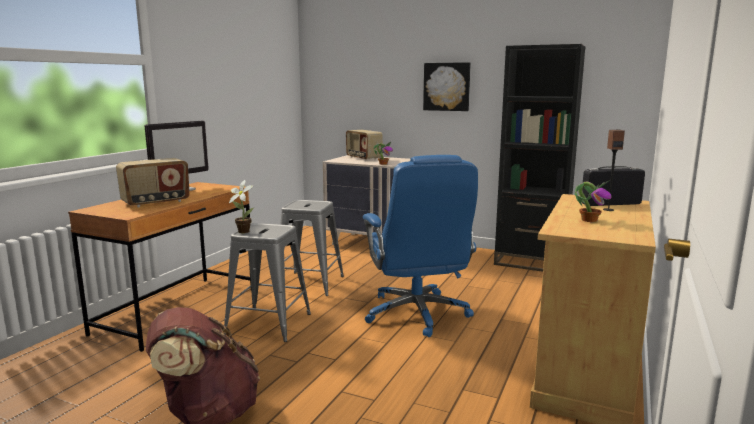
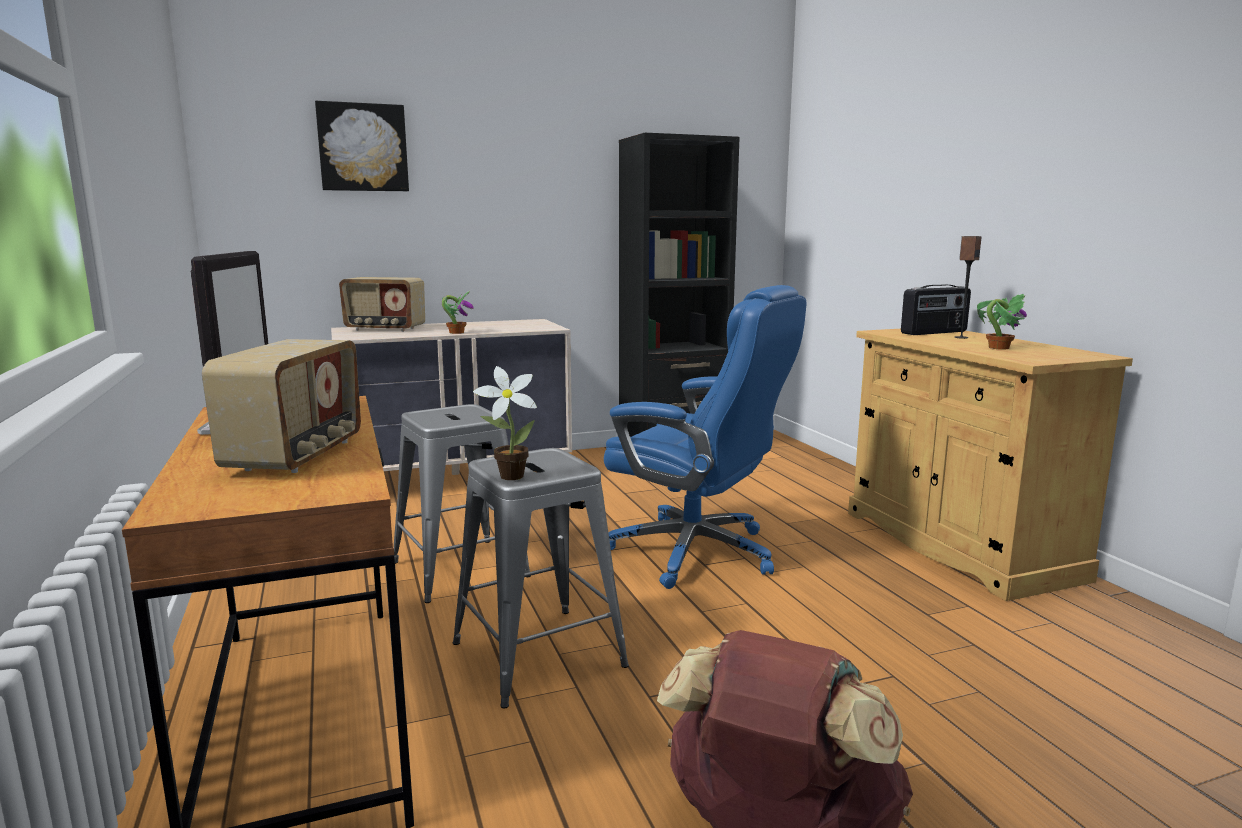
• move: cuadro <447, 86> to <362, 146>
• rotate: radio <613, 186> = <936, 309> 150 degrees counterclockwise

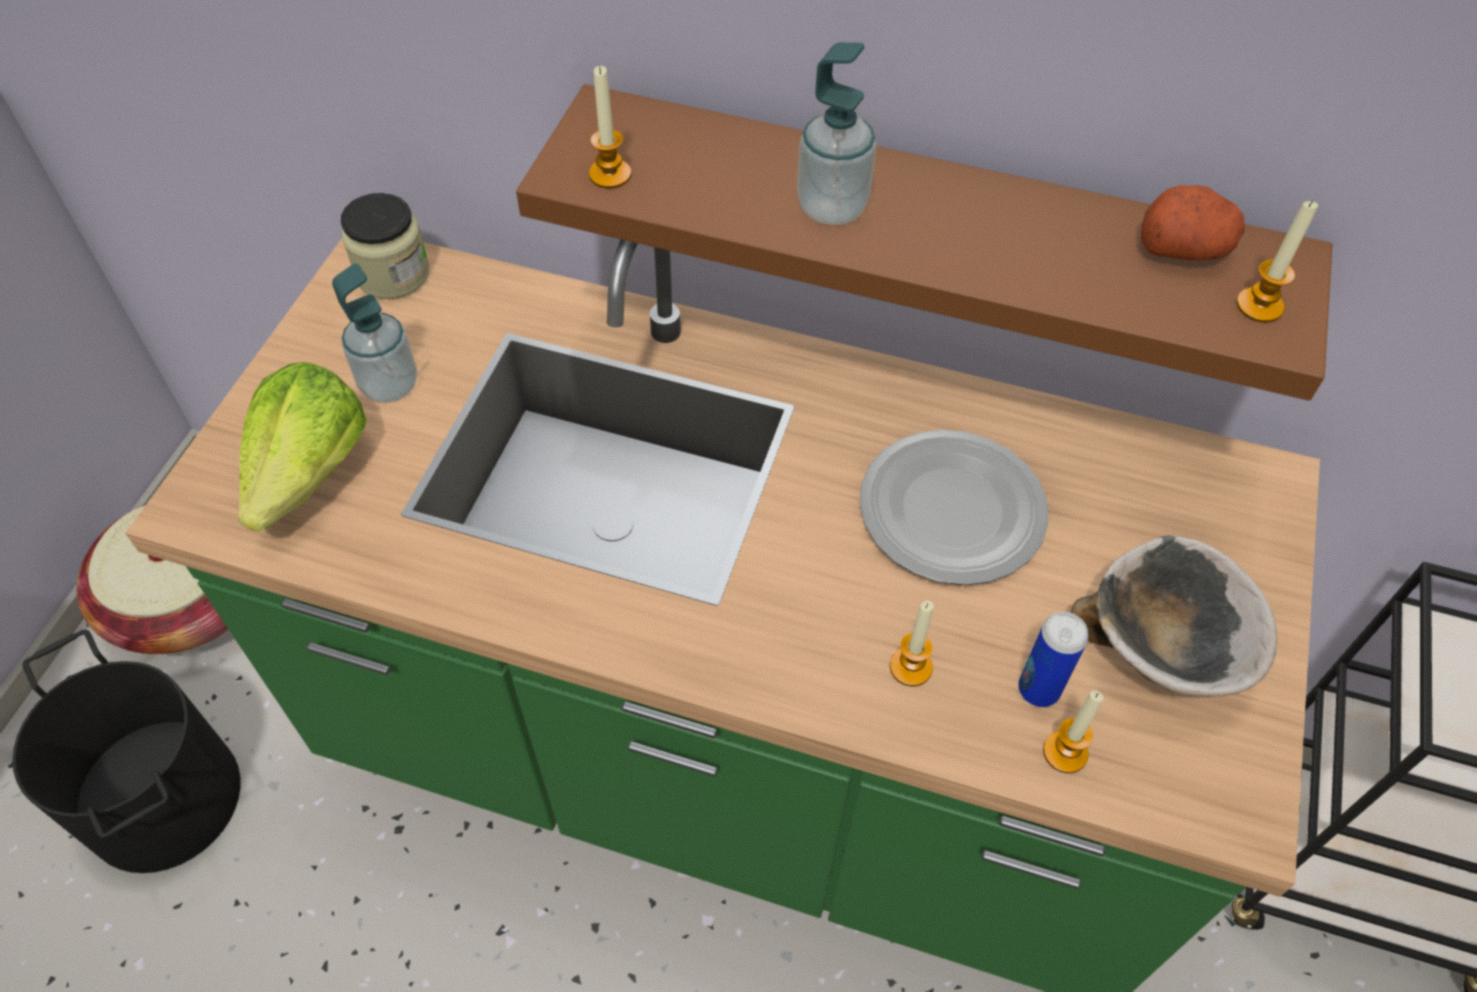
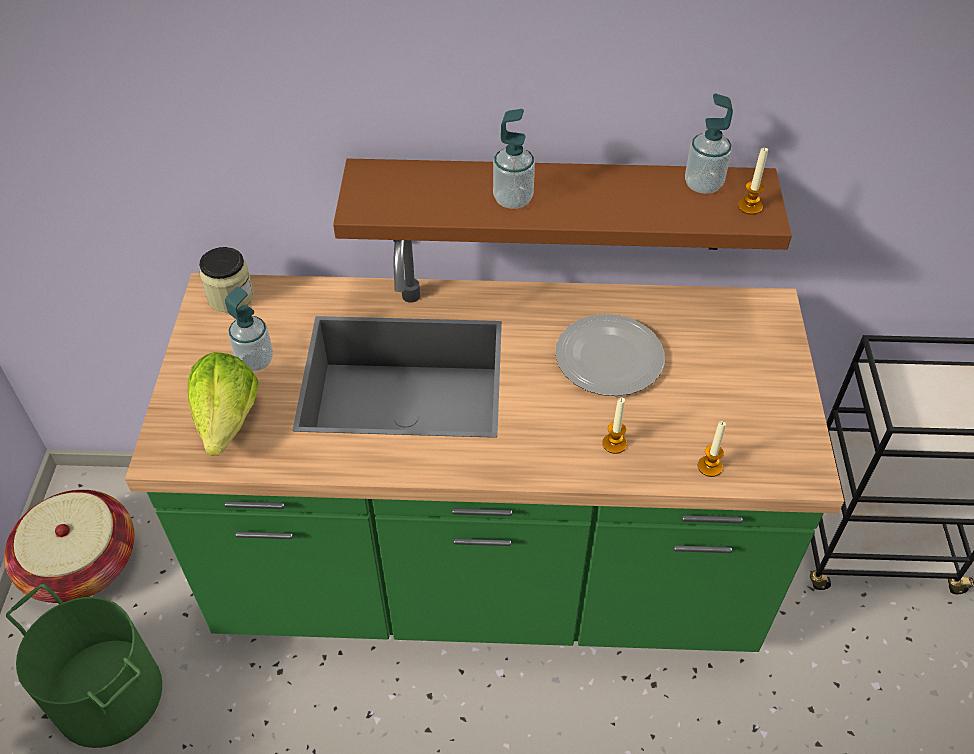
• recolor: cubo [negro] <126, 751> to cubo [verde] <84, 666>
• delete: vela <610, 127>
• delete: lata <1053, 659>
• delete: cuenco <1173, 616>
• replace: patata <1193, 222> to dispensador de jabón <709, 143>

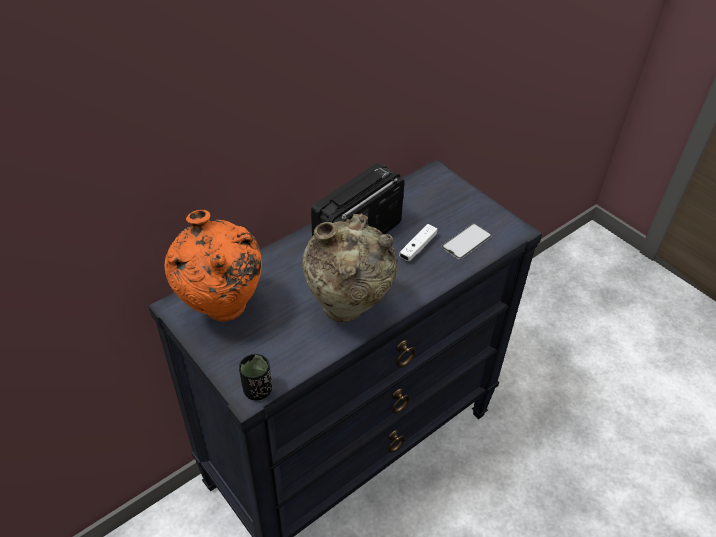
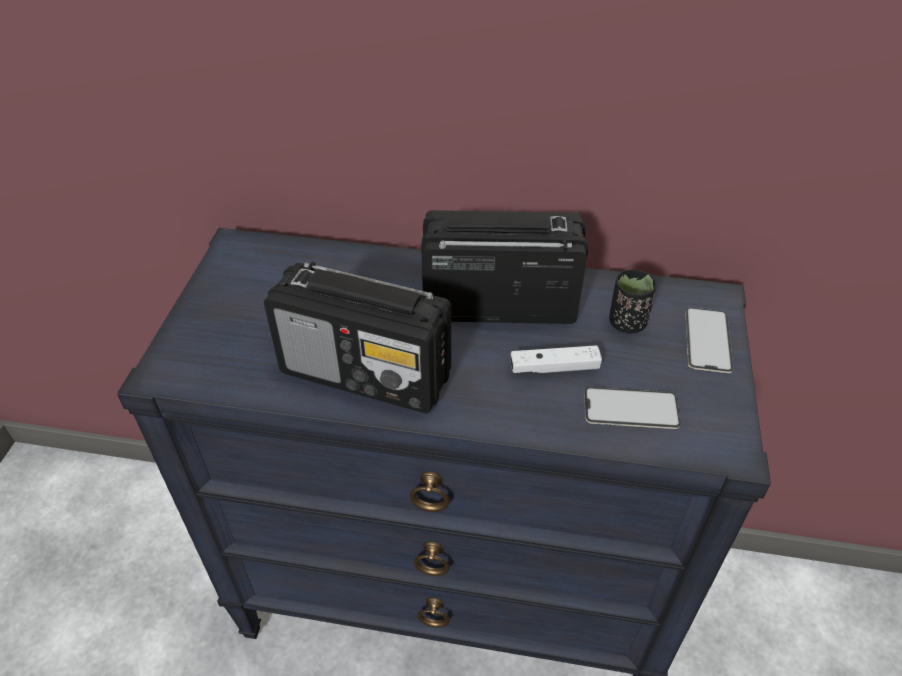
• delete: florero [naranja] <213, 265>
• move: taza [negro] <255, 377> to <633, 301>
• replace: florero [beis] <350, 267> to radio <357, 337>
• insert: móvil <709, 340>

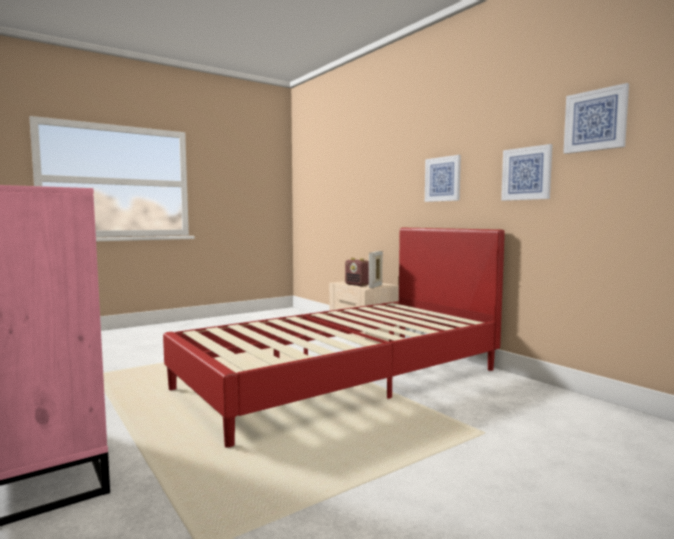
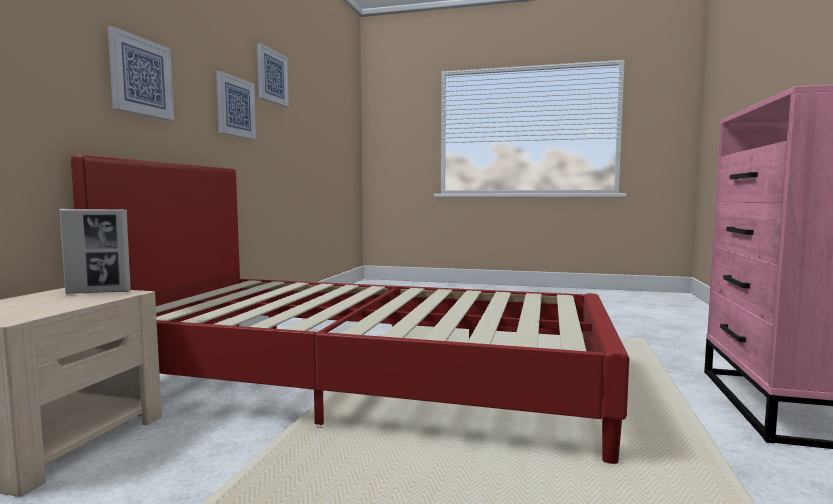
• delete: radio <357, 272>

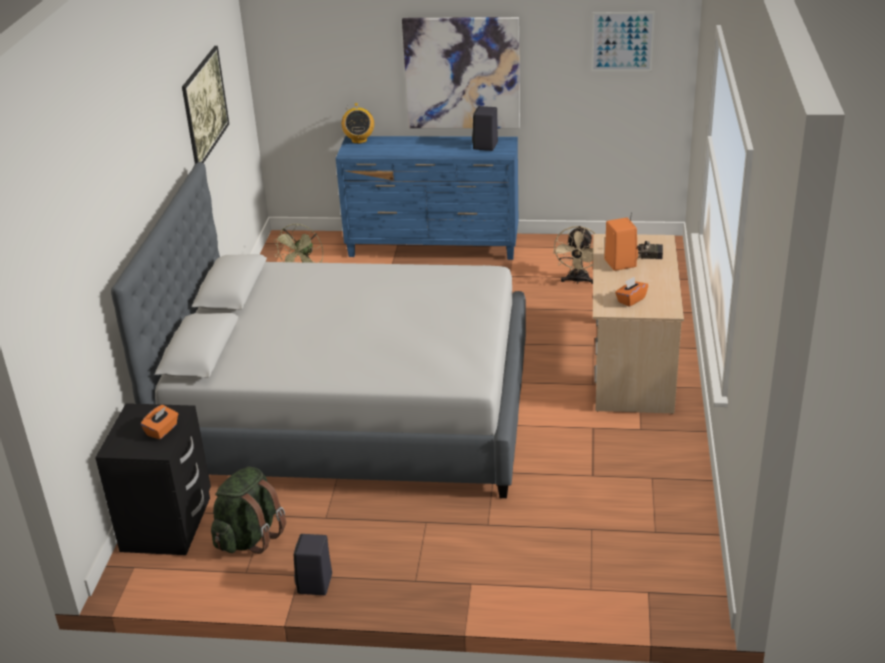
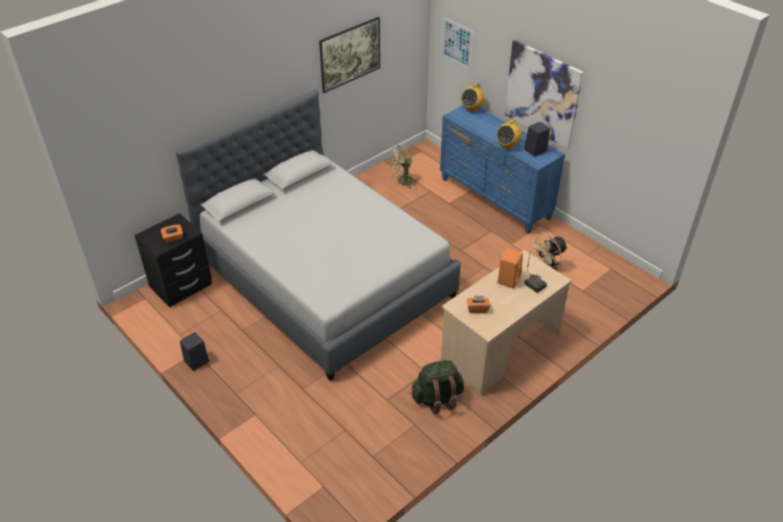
• move: mochila [verde] <248, 510> to <437, 387>
• move: cuadro <623, 41> to <457, 43>
• insert: radio <508, 135>

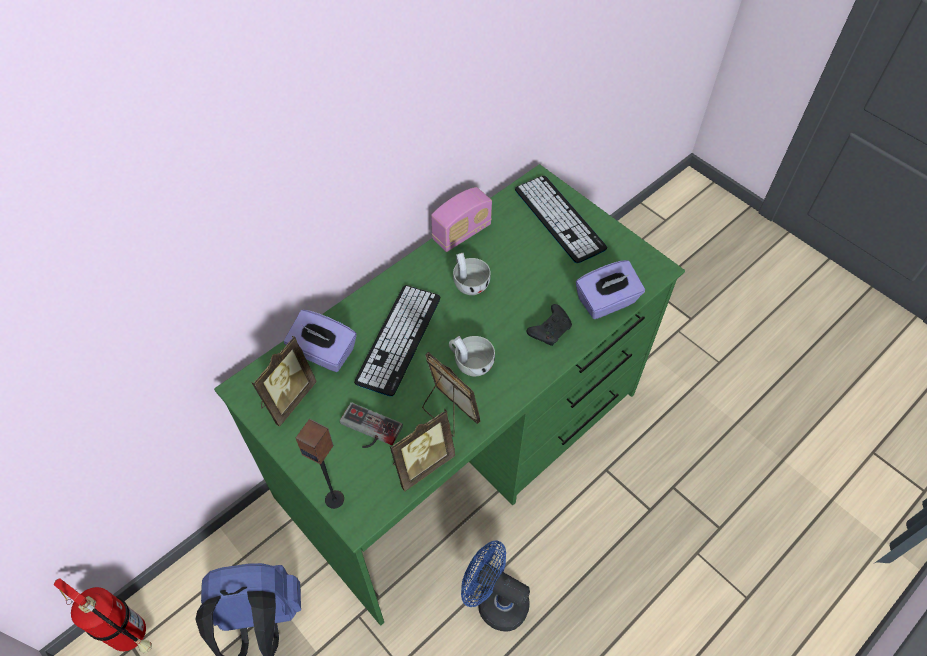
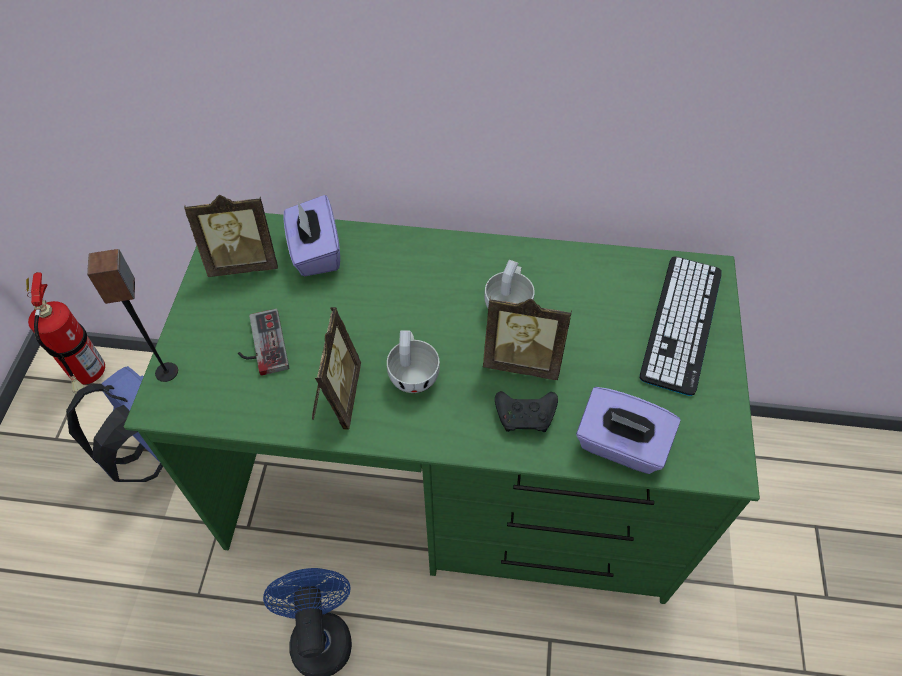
• delete: teclado <397, 341>
• move: portarretratos <422, 450> to <527, 338>
• delete: radio <461, 219>

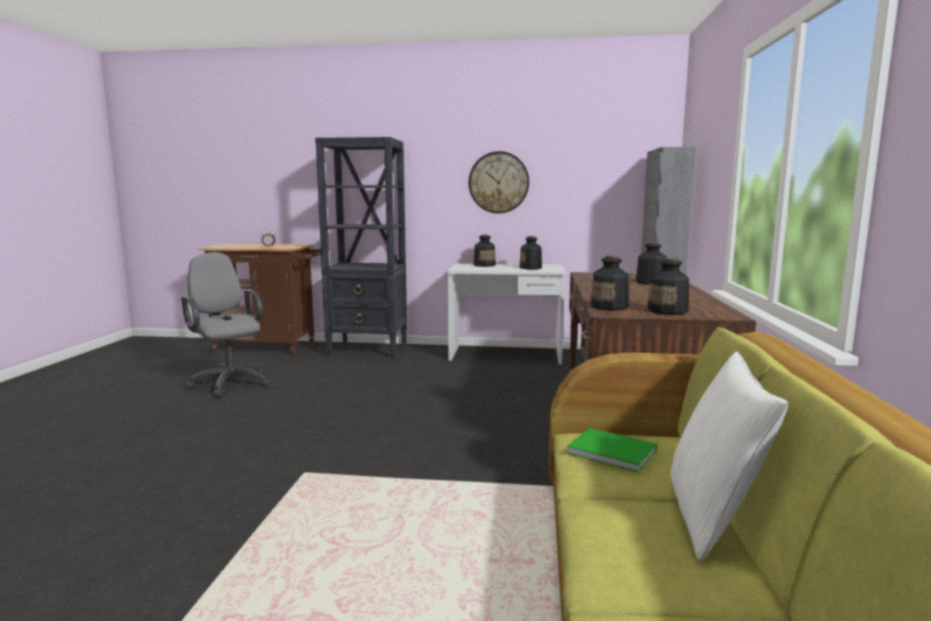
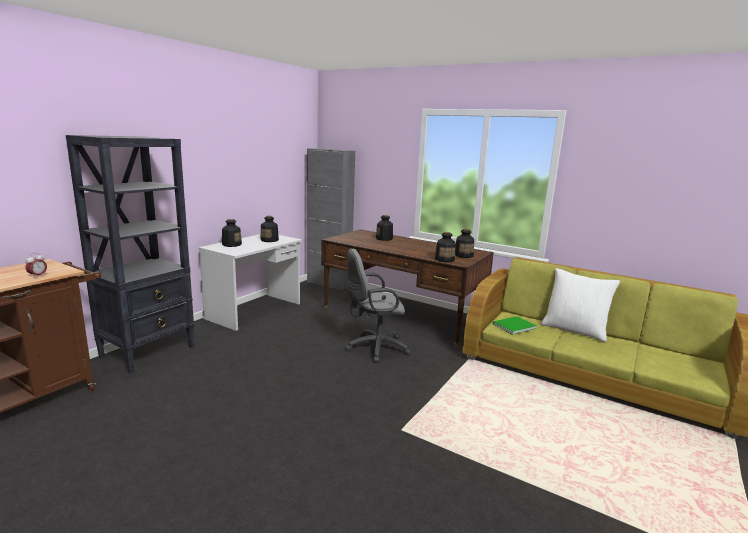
• move: silla de oficina [gris] <226, 324> to <378, 306>
• delete: reloj de pared <499, 182>

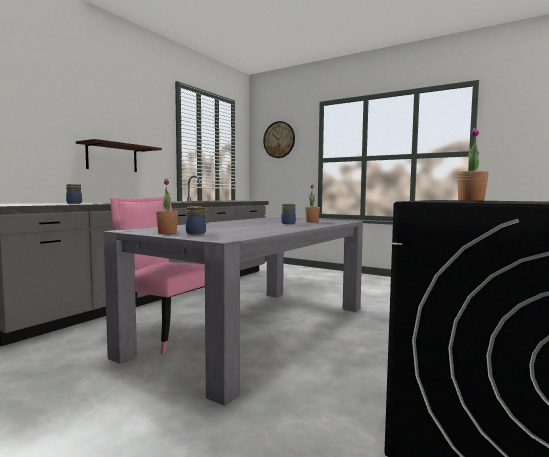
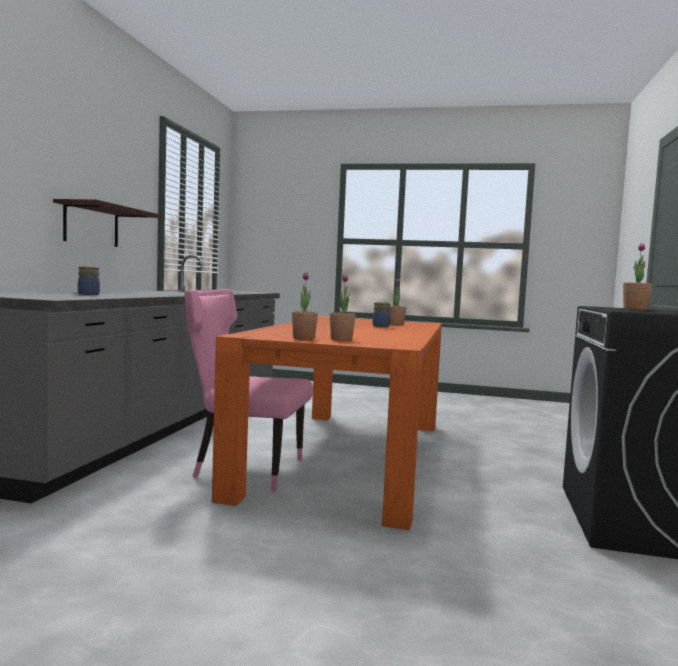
• recolor: mesa de comedor [gris] <233, 311> to mesa de comedor [naranja] <327, 423>
• replace: tarro <197, 220> to planta en maceta <342, 307>
• delete: reloj de pared <279, 139>

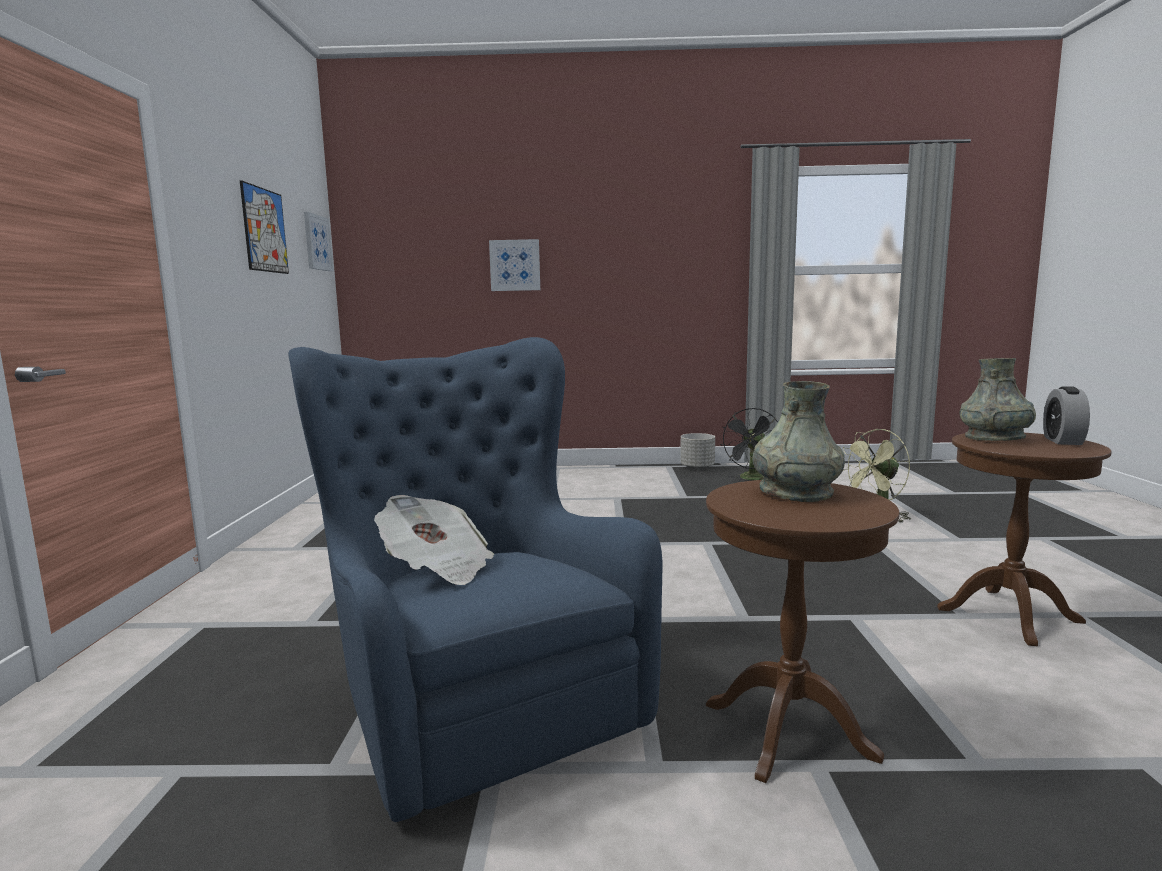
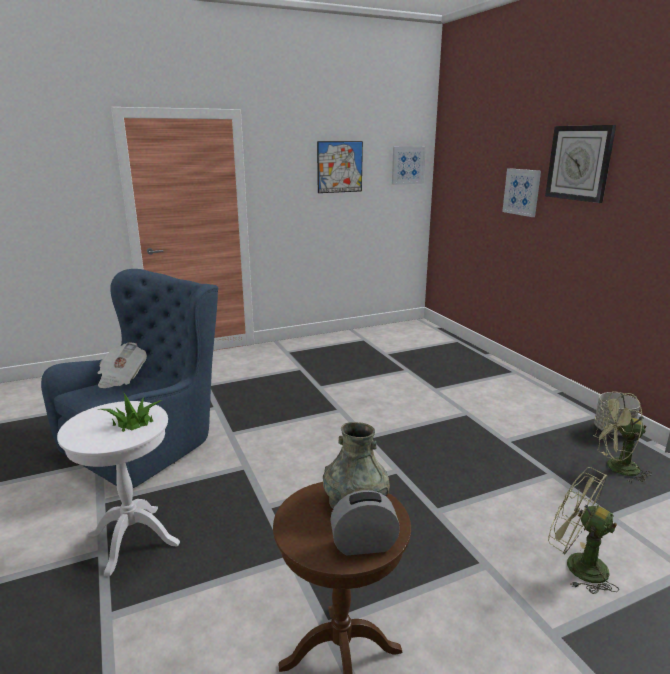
• recolor: mesa auxiliar [marrón] <803, 631> to mesa auxiliar [blanco] <118, 488>
• recolor: ventilador [negro] <749, 444> to ventilador [verde] <623, 437>
• replace: florero [gris] <799, 441> to planta en maceta <131, 412>
• insert: reloj de pared <580, 164>

